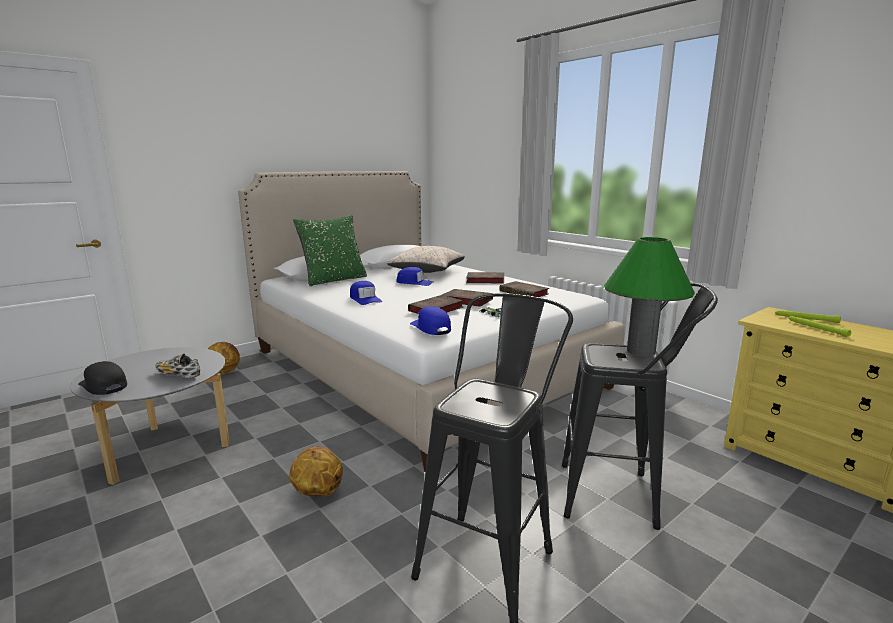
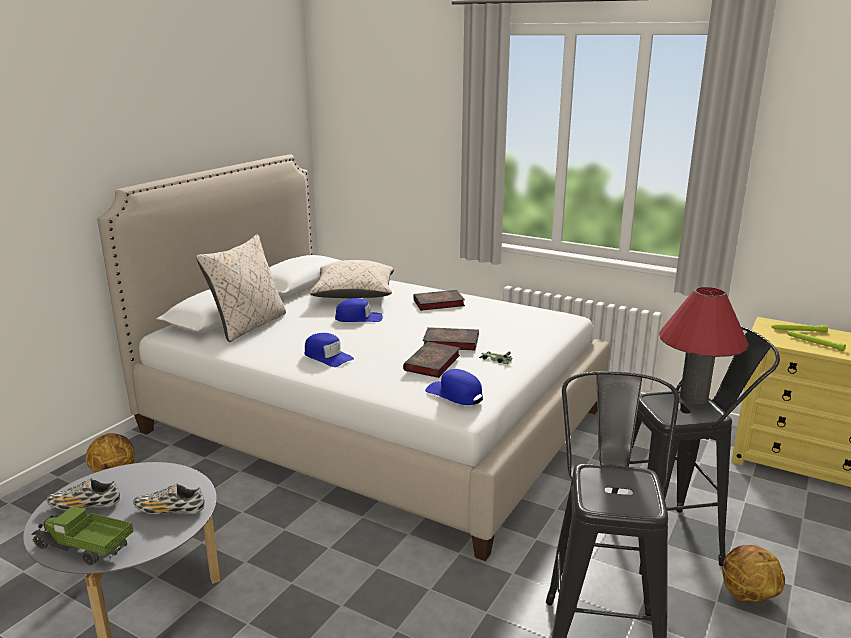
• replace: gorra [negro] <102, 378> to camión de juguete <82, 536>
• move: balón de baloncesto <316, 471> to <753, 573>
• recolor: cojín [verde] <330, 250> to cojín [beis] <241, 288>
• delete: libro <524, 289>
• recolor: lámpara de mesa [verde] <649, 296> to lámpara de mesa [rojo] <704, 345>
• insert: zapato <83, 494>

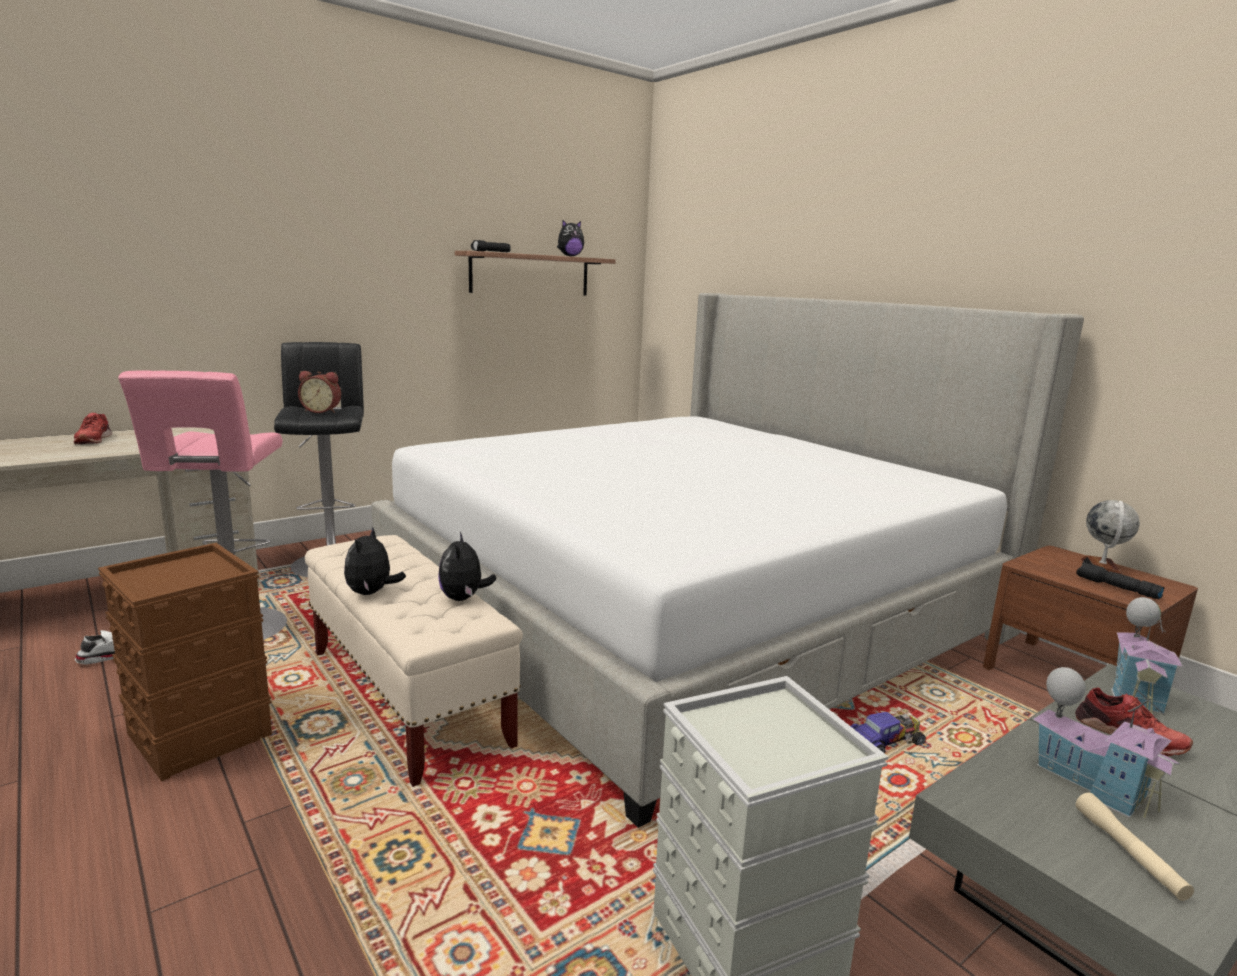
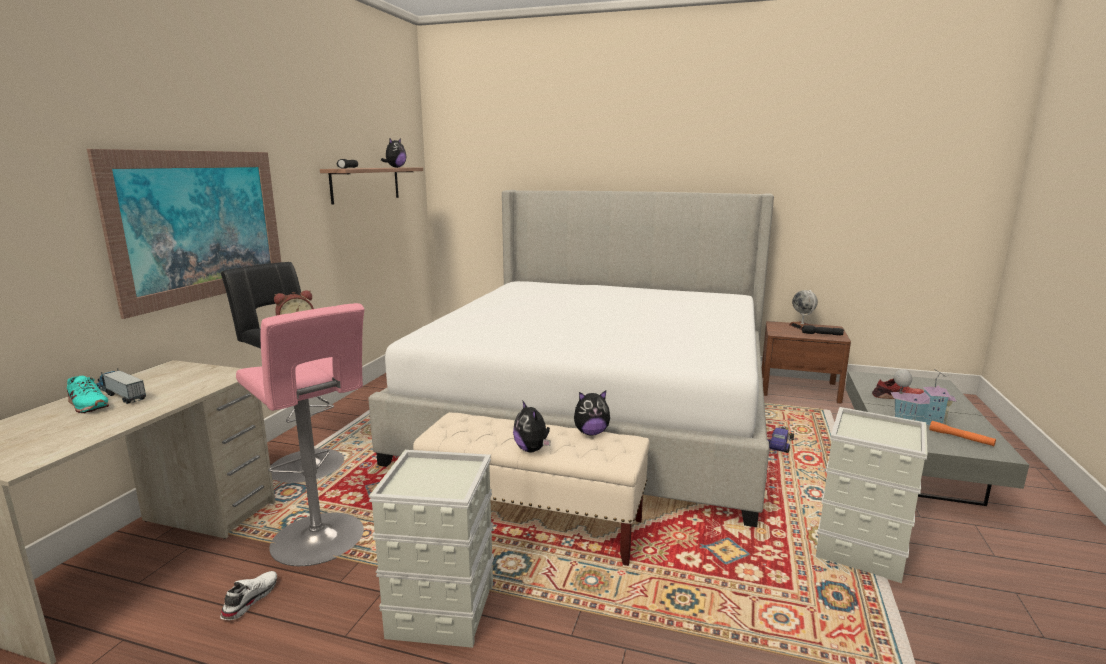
• recolor: zapato [rojo] <92, 428> to zapato [turquesa] <88, 394>
• recolor: caja de almacenaje [marrón] <185, 662> to caja de almacenaje [gris] <431, 549>
• rotate: peluche <467, 566> = <592, 413> 60 degrees counterclockwise
• recolor: linterna [beis] <1135, 847> to linterna [naranja] <963, 433>
• delete: casita <1147, 655>
• insert: cuadro <184, 234>
• insert: camión de juguete <121, 386>

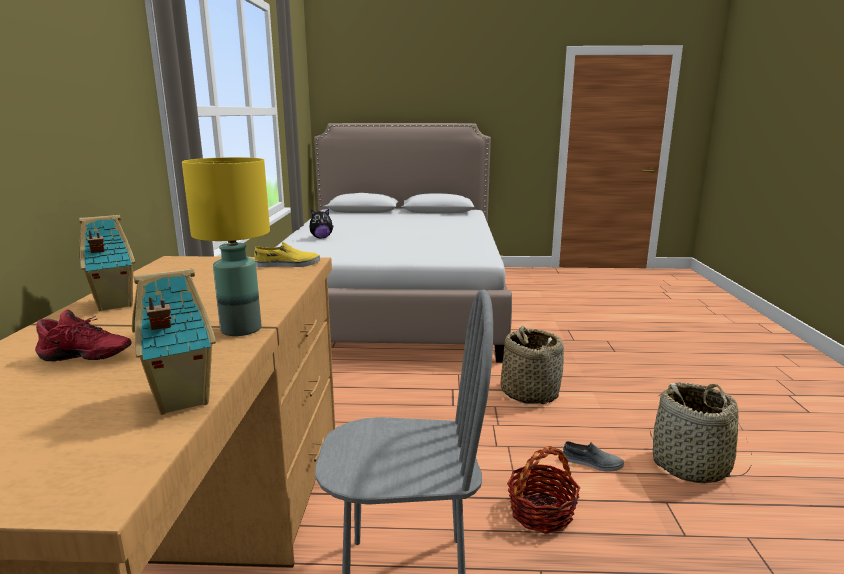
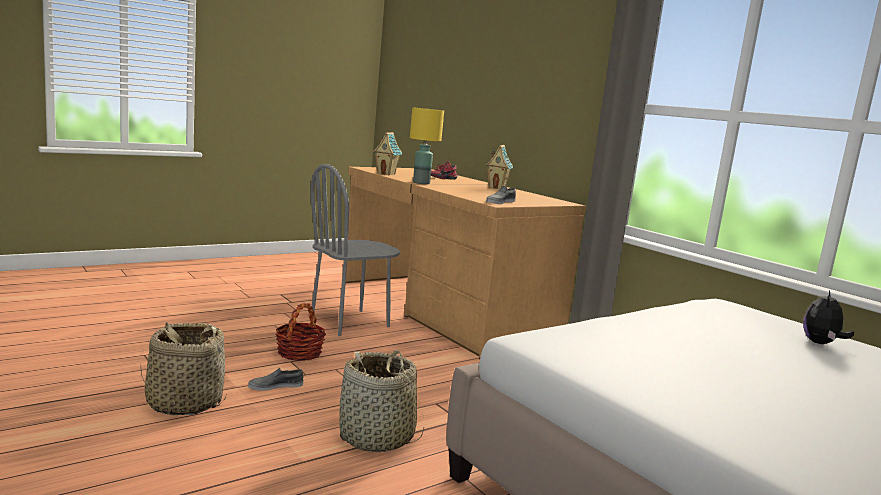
• recolor: zapato [amarillo] <287, 254> to zapato [gris] <501, 195>

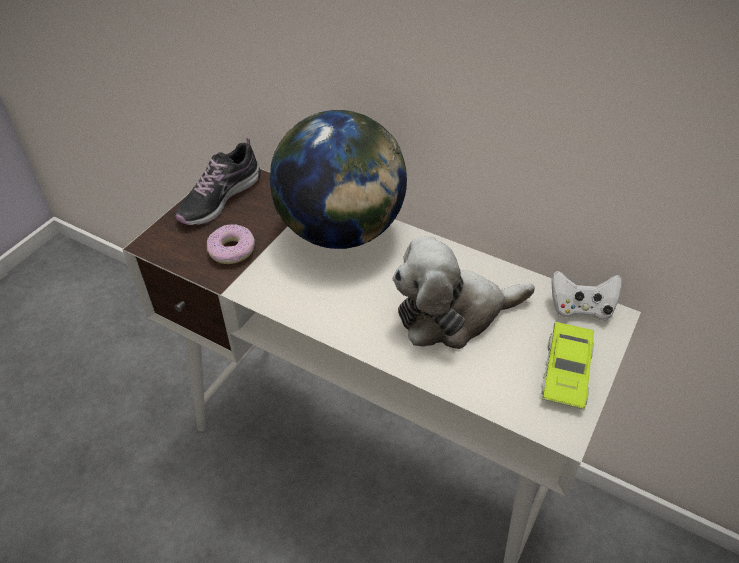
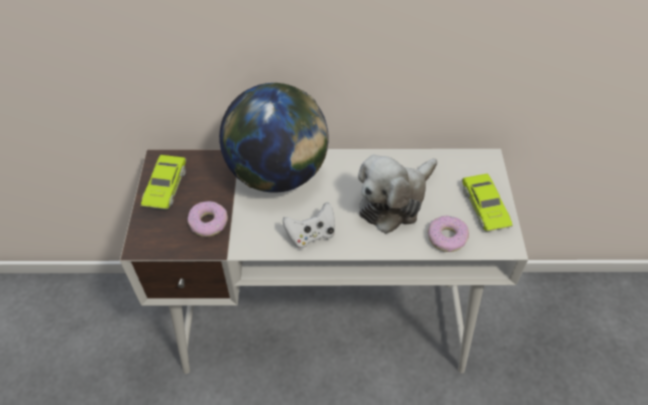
• replace: zapato <218, 181> to coche de juguete [verde] <163, 182>
• move: mando de consola [blanco] <586, 296> to <308, 225>
• insert: rosquilla <448, 233>

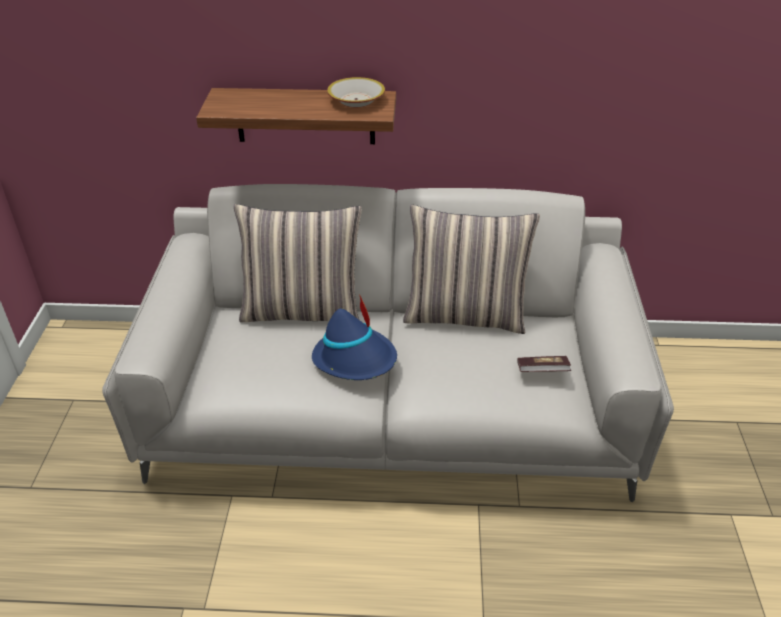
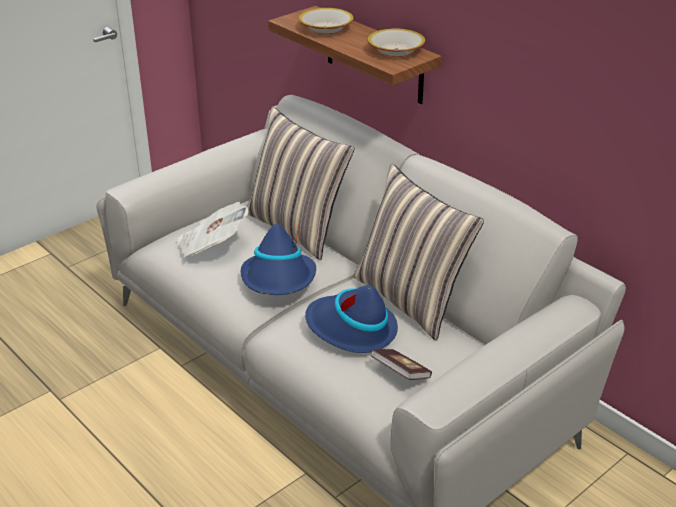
• insert: periódico <212, 230>
• insert: cuenco <326, 21>
• insert: sombrero [azul] <351, 319>

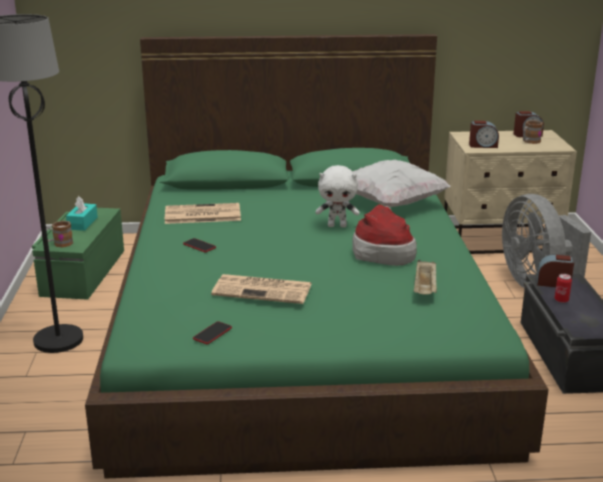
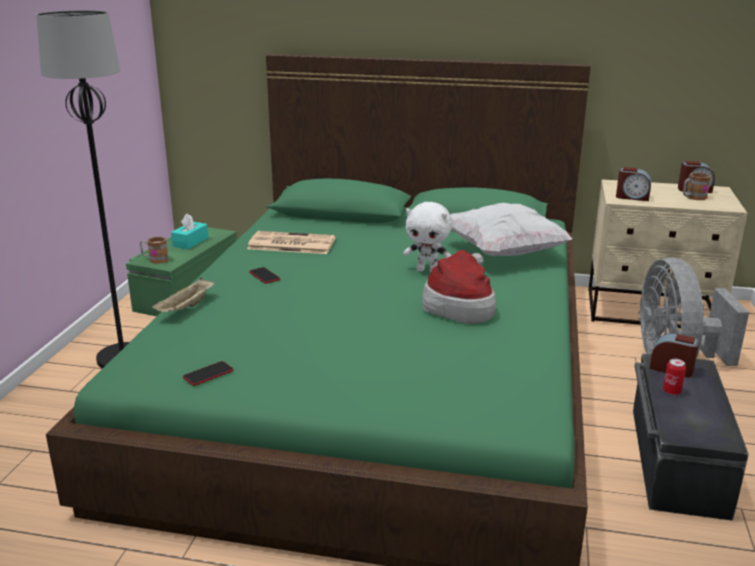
• delete: periódico <261, 289>
• move: bandeja [beis] <425, 277> to <183, 294>

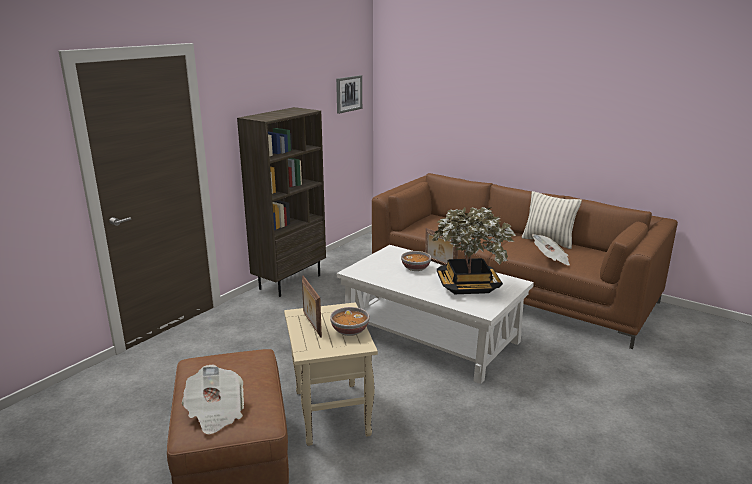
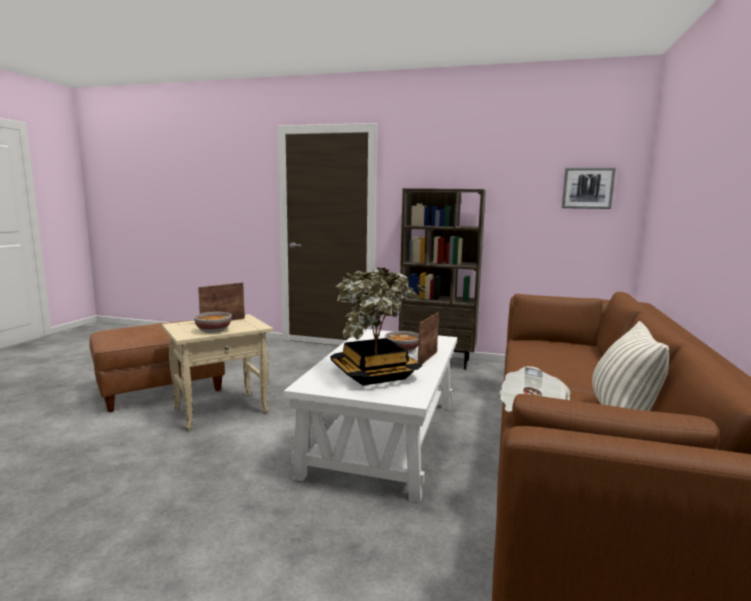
• delete: periódico <213, 400>

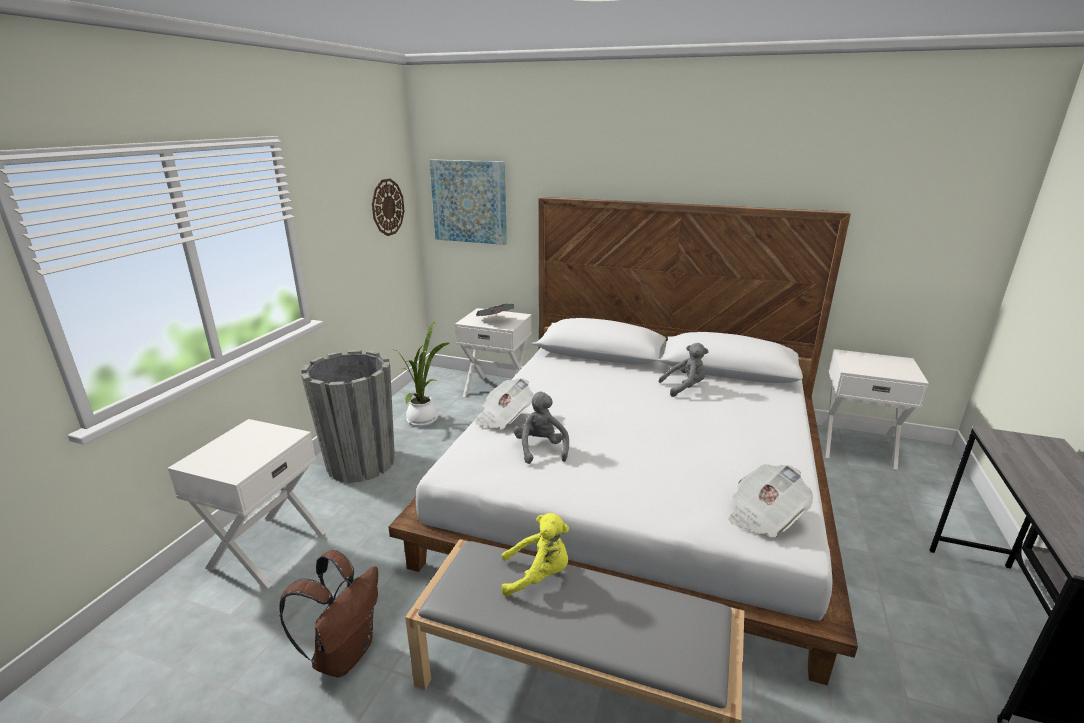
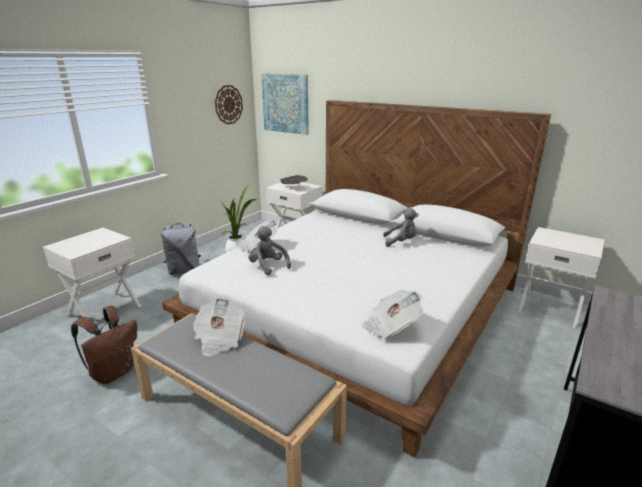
• replace: maceta [gris] <348, 416> to mochila [gris] <181, 249>
• replace: peluche [amarillo] <535, 555> to periódico <219, 326>
• rotate: peluche [gris] <541, 428> = <269, 250> 45 degrees counterclockwise

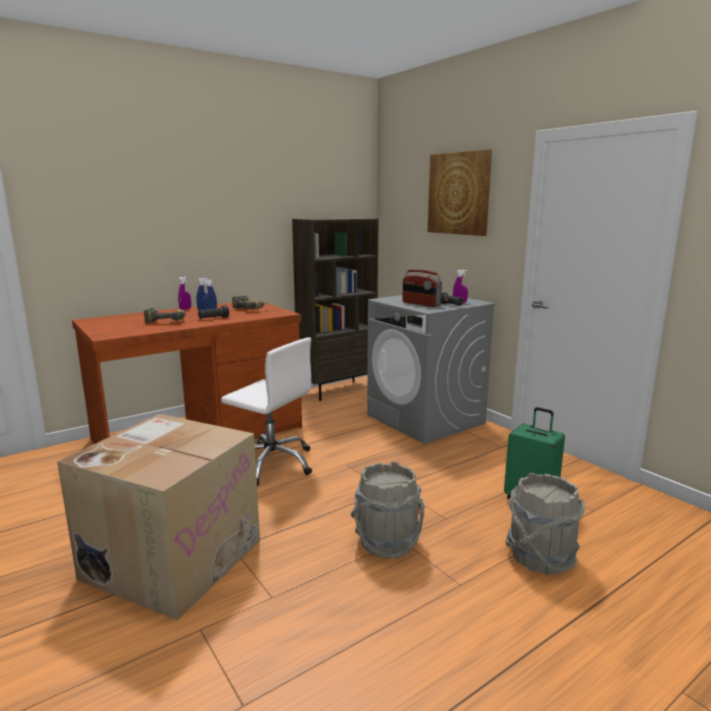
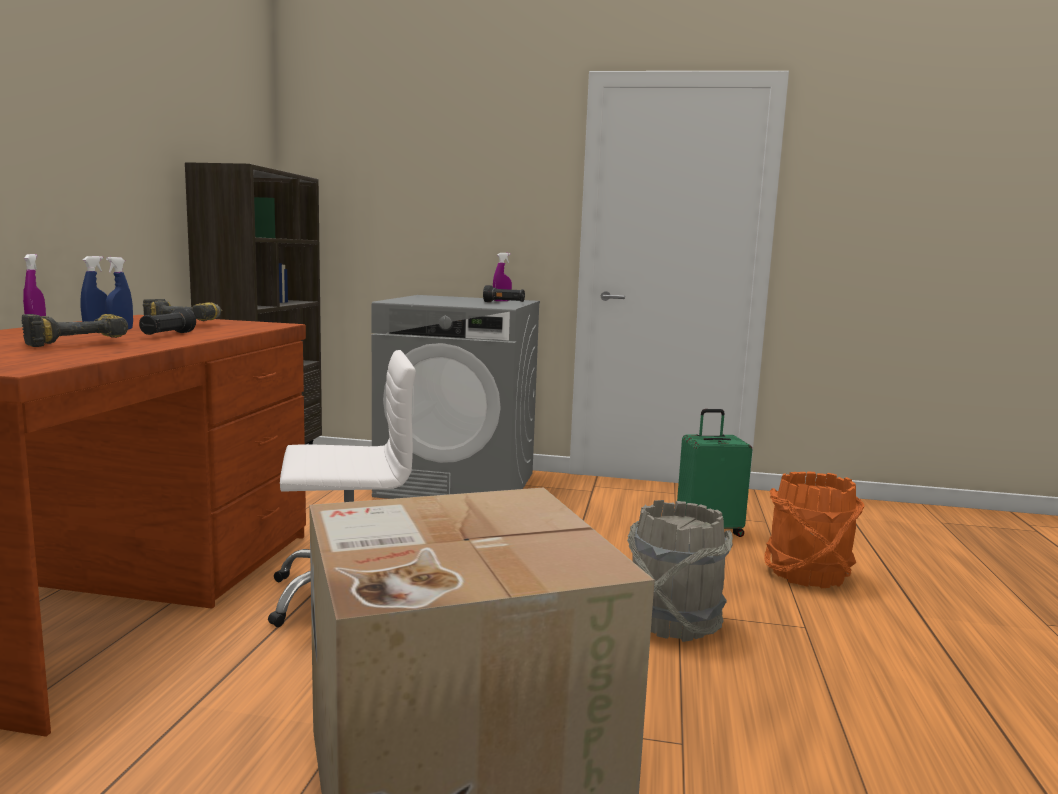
• delete: radio <422, 288>
• delete: cuadro <460, 192>
• recolor: cubo [gris] <545, 524> to cubo [naranja] <814, 529>

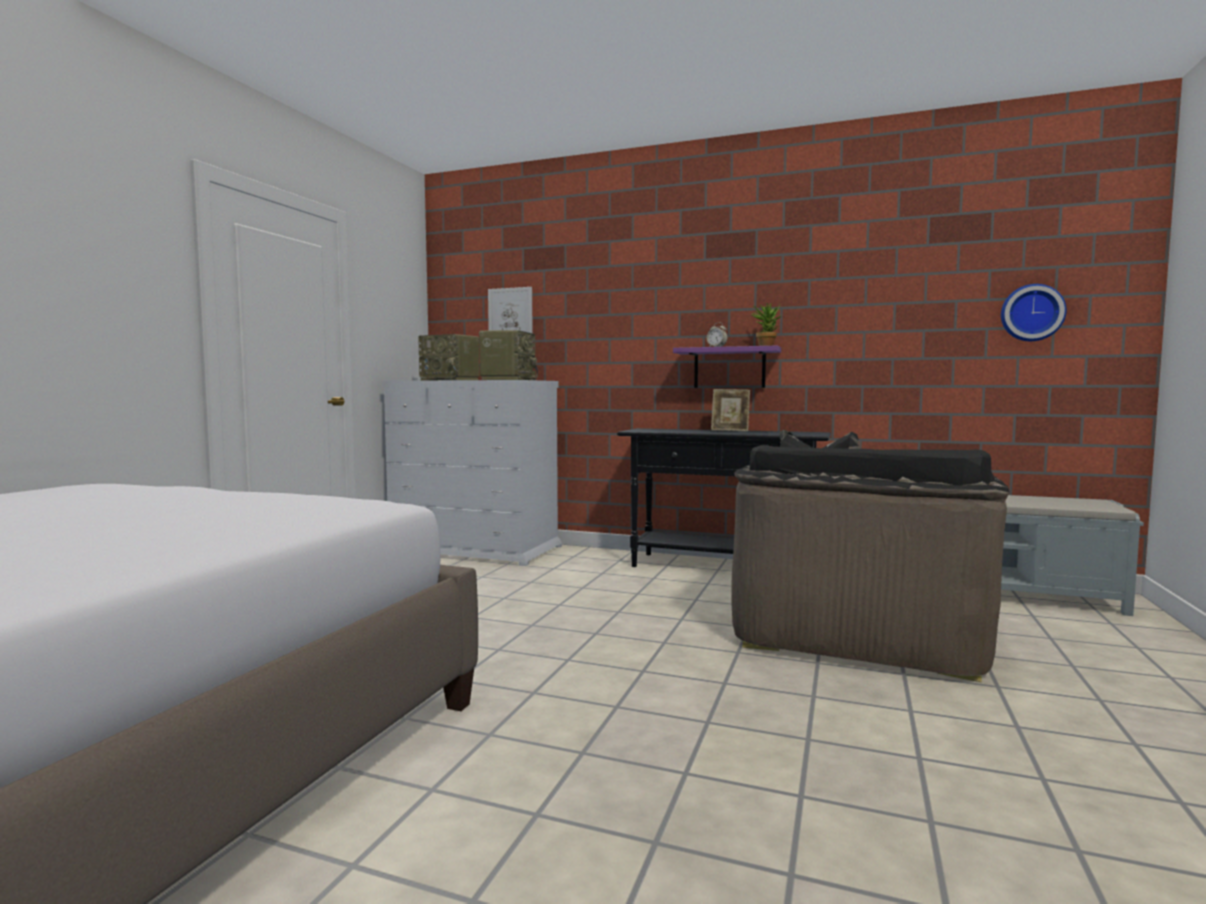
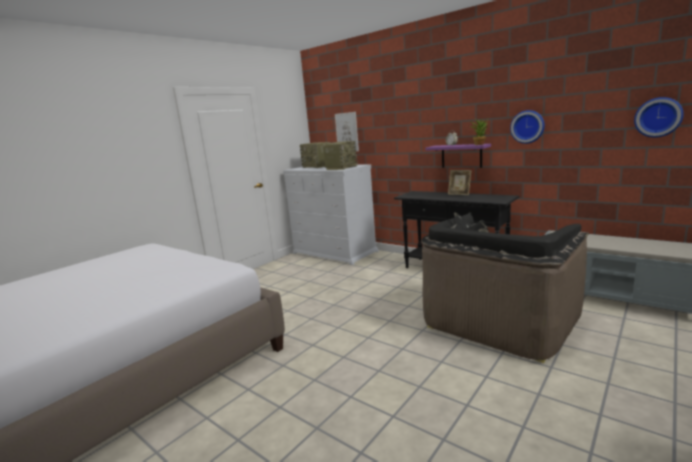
• insert: reloj de pared <527, 127>

